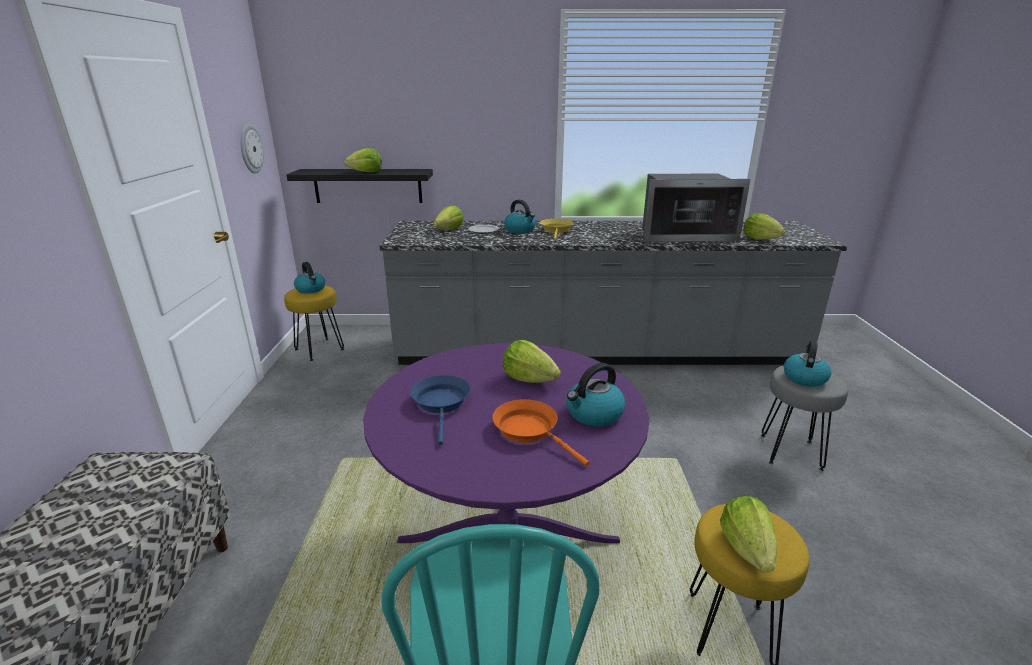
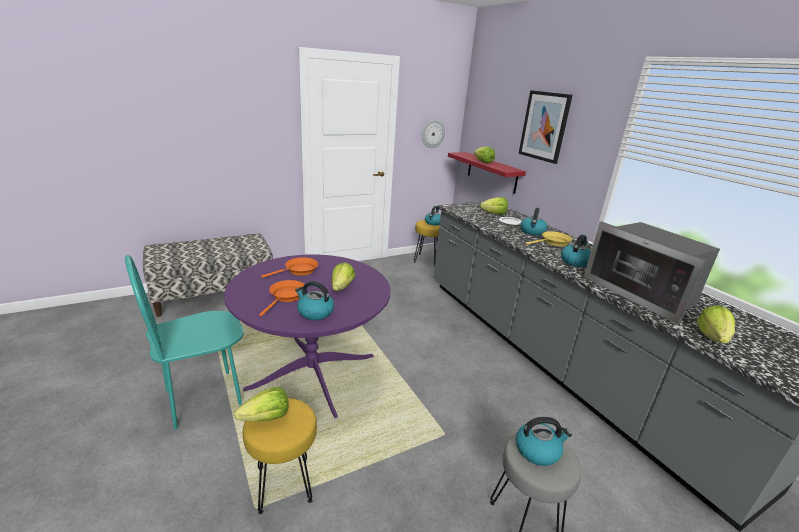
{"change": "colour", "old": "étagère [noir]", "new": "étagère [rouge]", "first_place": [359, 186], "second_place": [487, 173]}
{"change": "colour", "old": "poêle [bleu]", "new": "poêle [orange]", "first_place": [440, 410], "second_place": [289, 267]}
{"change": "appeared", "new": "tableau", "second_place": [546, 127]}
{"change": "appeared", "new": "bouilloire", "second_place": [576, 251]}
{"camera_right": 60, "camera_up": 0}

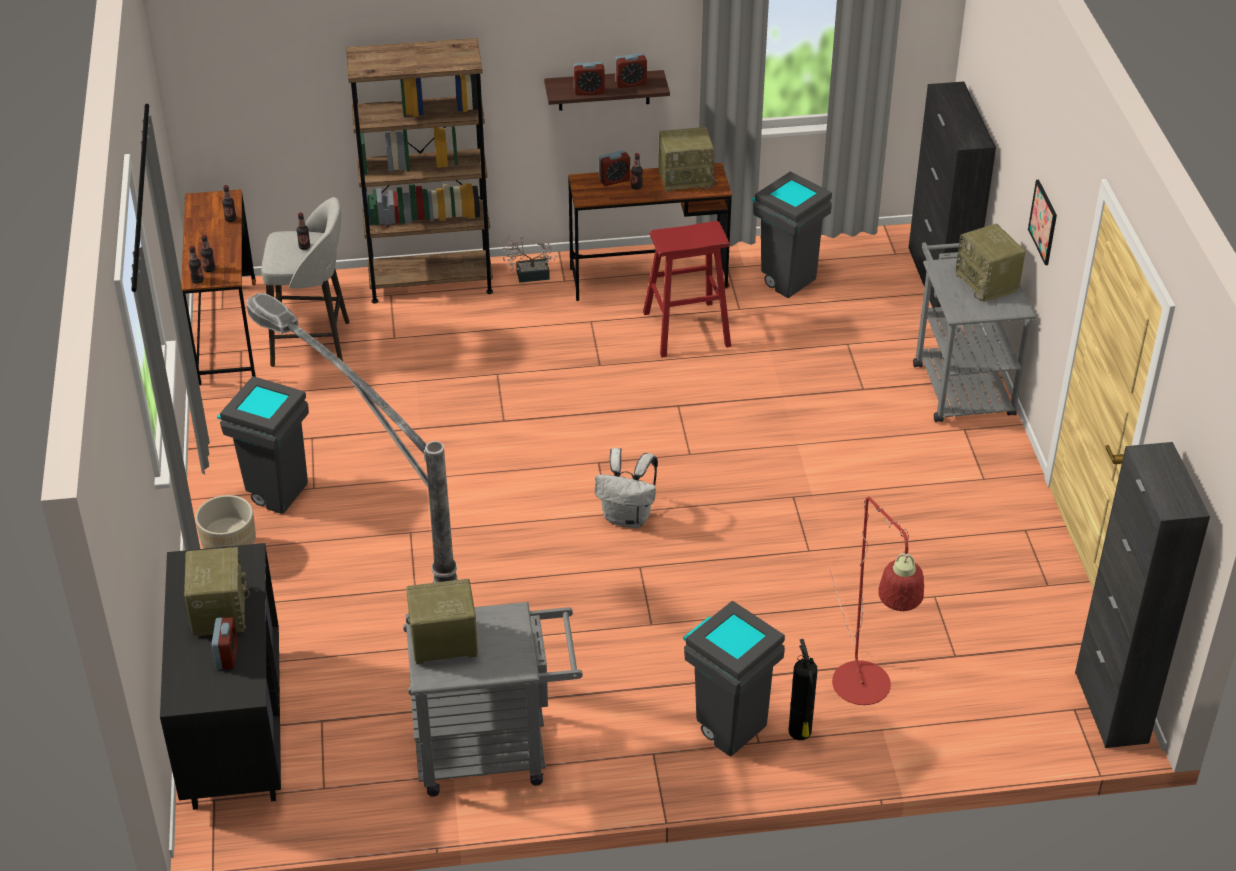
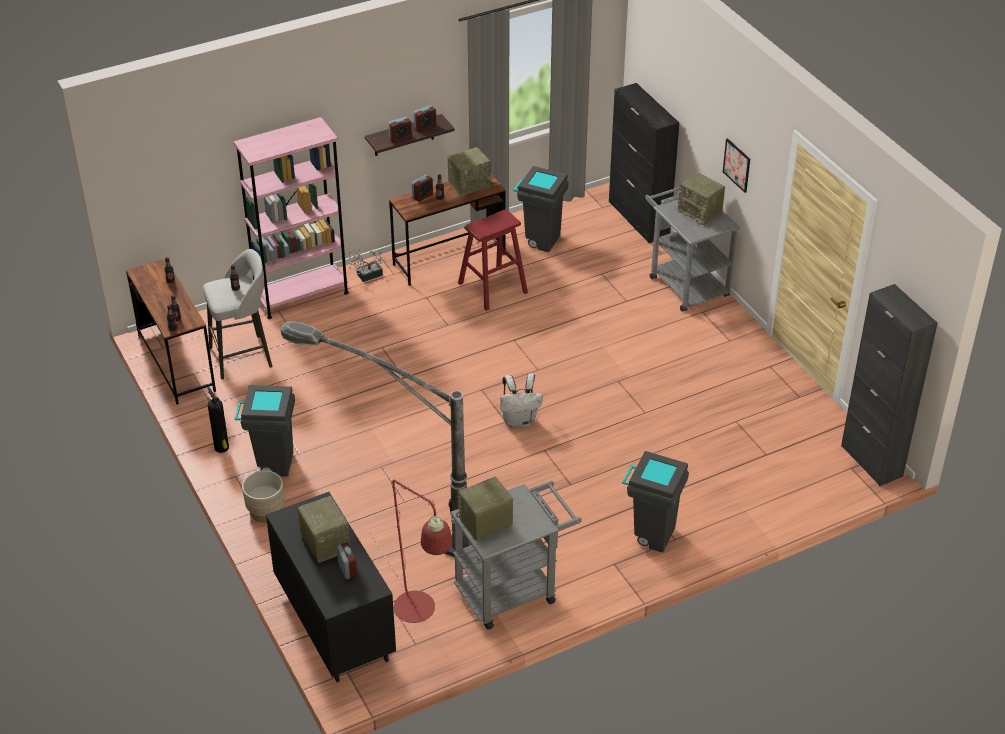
{"change": "colour", "old": "bibliothèque [marron]", "new": "bibliothèque [rose]", "first_place": [419, 171], "second_place": [291, 218]}
{"change": "relocated", "old": "extincteur", "first_place": [803, 689], "second_place": [218, 420]}
{"change": "relocated", "old": "lampadaire [rouge]", "first_place": [876, 600], "second_place": [410, 551]}
{"camera_right": -20, "camera_up": 0}

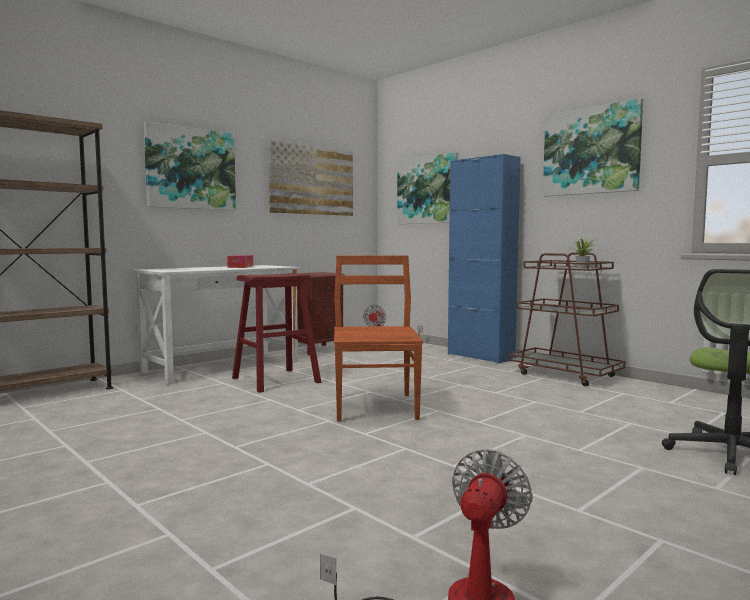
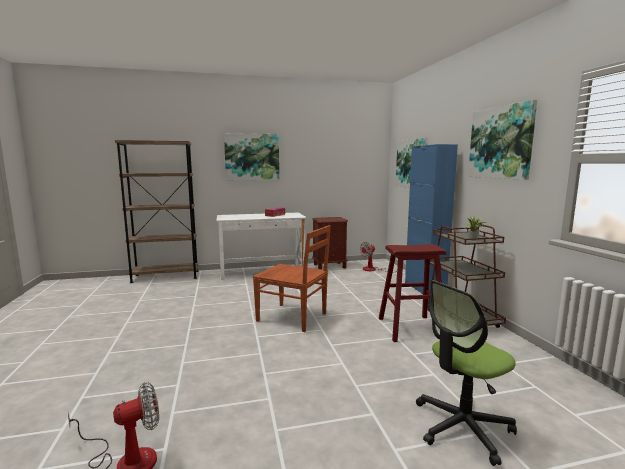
{"change": "relocated", "old": "tabouret [rouge]", "first_place": [276, 333], "second_place": [413, 293]}
{"change": "missing", "old": "tableau", "first_place": [310, 178]}
{"change": "spun", "old": "chaise [marron]", "first_place": [378, 338], "second_place": [291, 278], "degrees": 90}
{"camera_right": 30, "camera_up": 5}

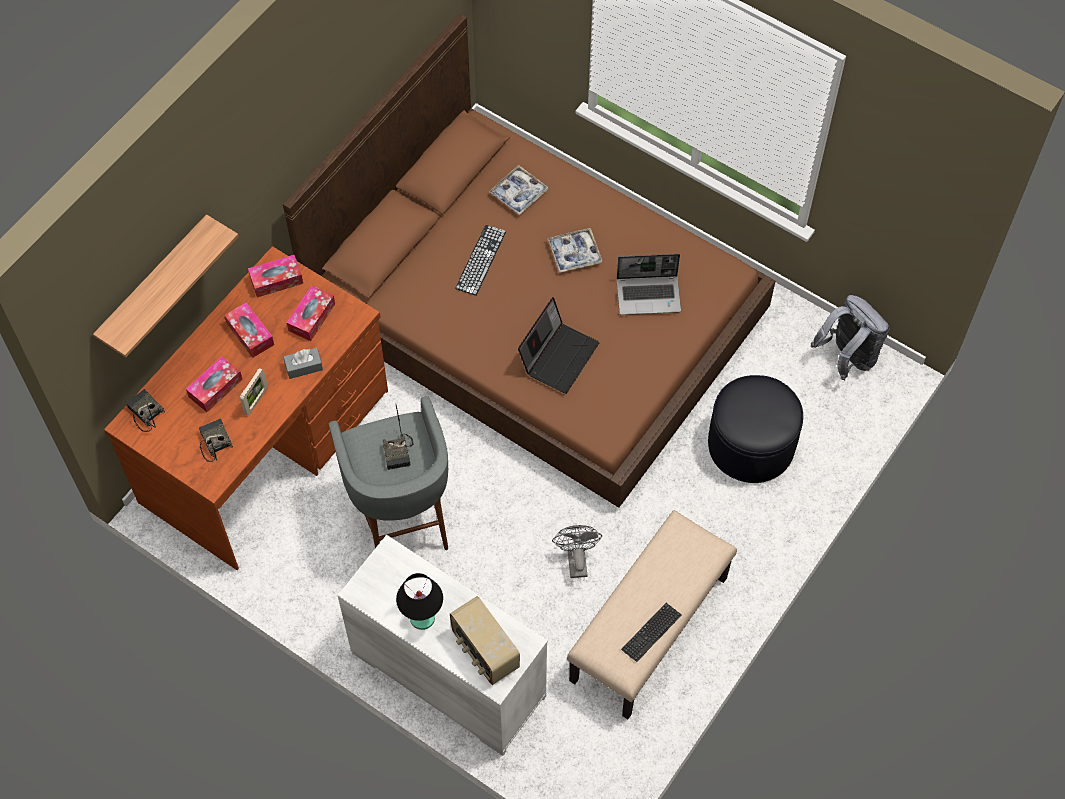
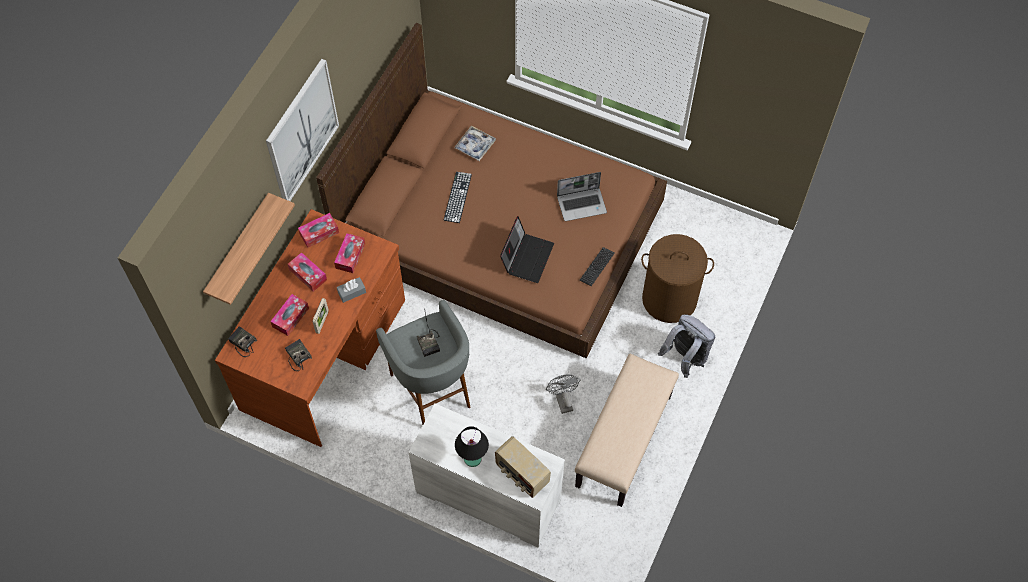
{"change": "missing", "old": "plateau", "first_place": [574, 250]}
{"change": "relocated", "old": "clavier", "first_place": [651, 632], "second_place": [597, 266]}
{"change": "exchanged", "old": "pouf [noir]", "new": "panier à linge [marron]", "first_place": [755, 429], "second_place": [677, 278]}
{"change": "relocated", "old": "sac à dos [gris]", "first_place": [850, 337], "second_place": [686, 346]}
{"change": "appeared", "new": "tableau", "second_place": [302, 130]}
{"camera_right": -10, "camera_up": 0}

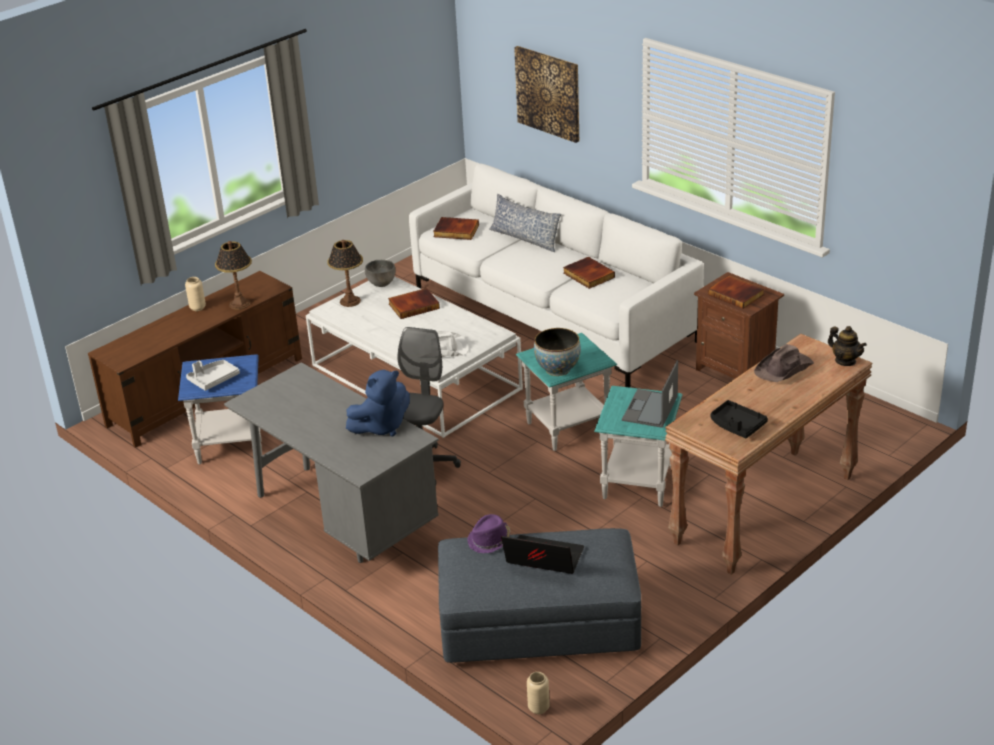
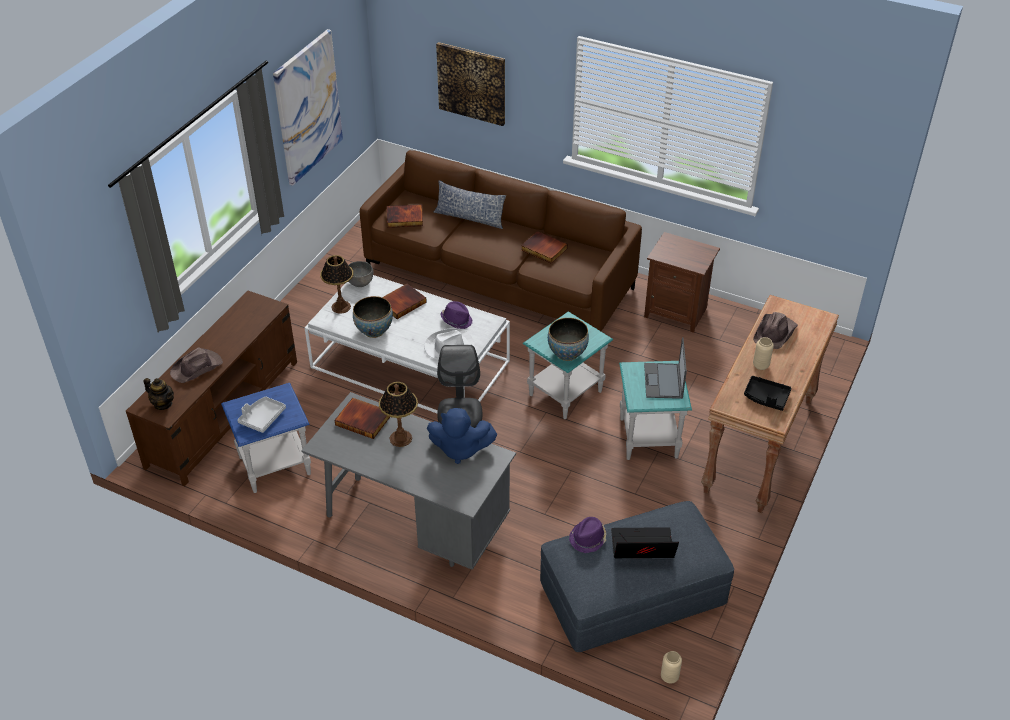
{"change": "relocated", "old": "vase [beige]", "first_place": [195, 294], "second_place": [763, 353]}
{"change": "relocated", "old": "lampe de table", "first_place": [233, 275], "second_place": [398, 414]}
{"change": "spun", "old": "peluche [bleu]", "first_place": [378, 403], "second_place": [462, 436], "degrees": 60}
{"change": "colour", "old": "canapé [blanc]", "new": "canapé [marron]", "first_place": [556, 276], "second_place": [501, 240]}
{"change": "relocated", "old": "livre", "first_place": [736, 292], "second_place": [362, 418]}
{"change": "relocated", "old": "théière", "first_place": [847, 346], "second_place": [159, 394]}
{"change": "appeared", "new": "chapeau [marron]", "second_place": [196, 365]}
{"change": "appeared", "new": "tableau", "second_place": [308, 107]}
{"change": "appeared", "new": "bol", "second_place": [373, 317]}
{"change": "appeared", "new": "chapeau [violet]", "second_place": [456, 315]}
{"camera_right": -20, "camera_up": 10}

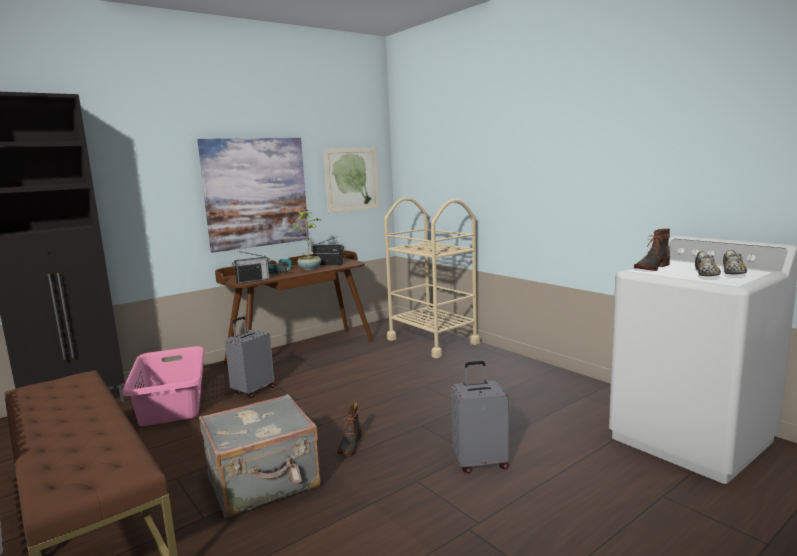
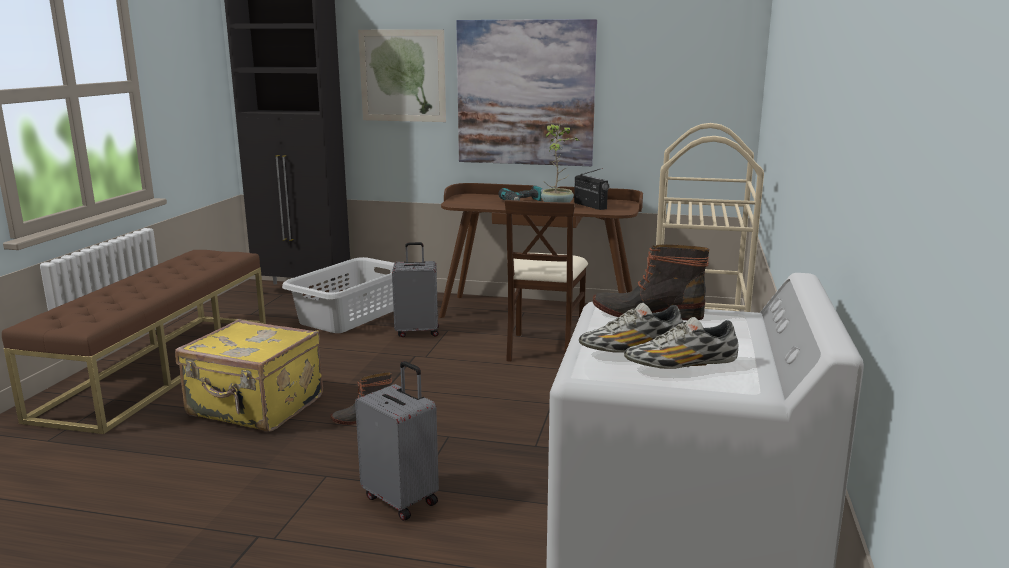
{"change": "colour", "old": "panier à linge [rose]", "new": "panier à linge [gris]", "first_place": [164, 386], "second_place": [338, 295]}
{"change": "colour", "old": "valise [gris]", "new": "valise [jaune]", "first_place": [259, 456], "second_place": [249, 375]}
{"change": "missing", "old": "radio", "first_place": [251, 267]}
{"change": "relocated", "old": "tableau", "first_place": [352, 180], "second_place": [402, 75]}
{"change": "appeared", "new": "chaise [beige]", "second_place": [546, 281]}
{"camera_right": 50, "camera_up": 5}

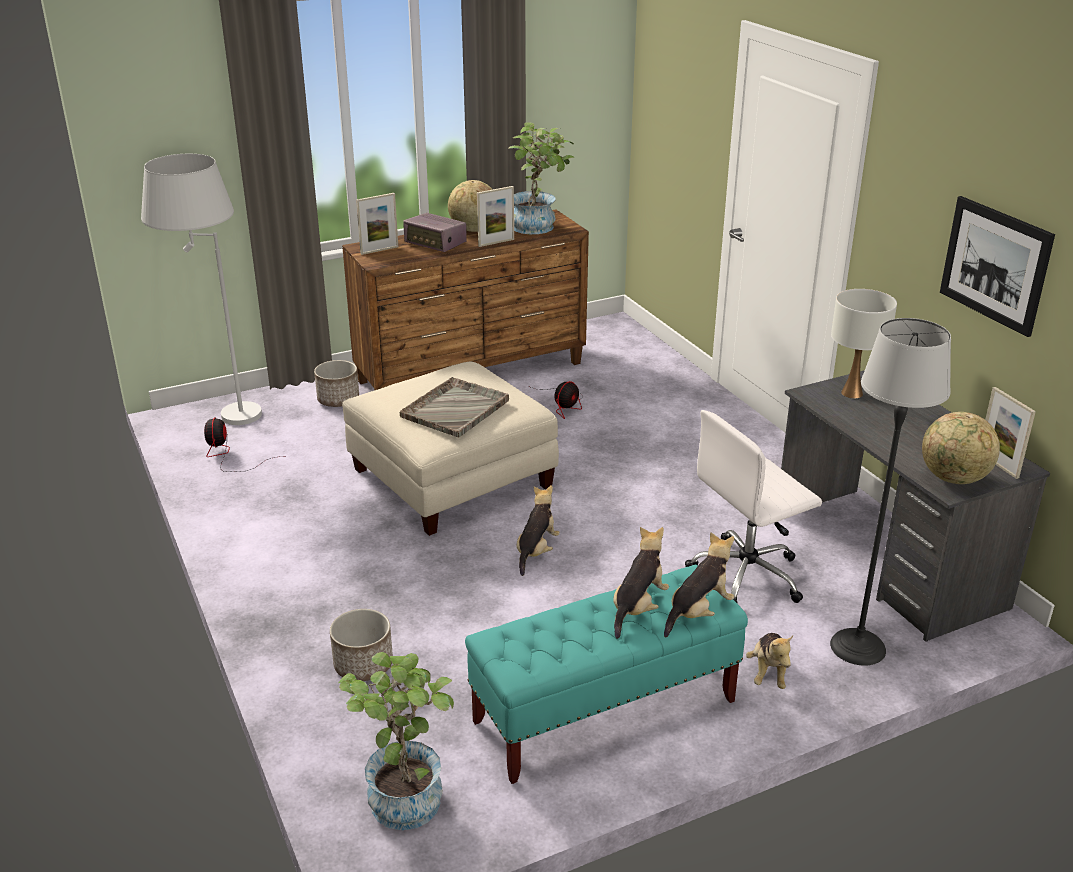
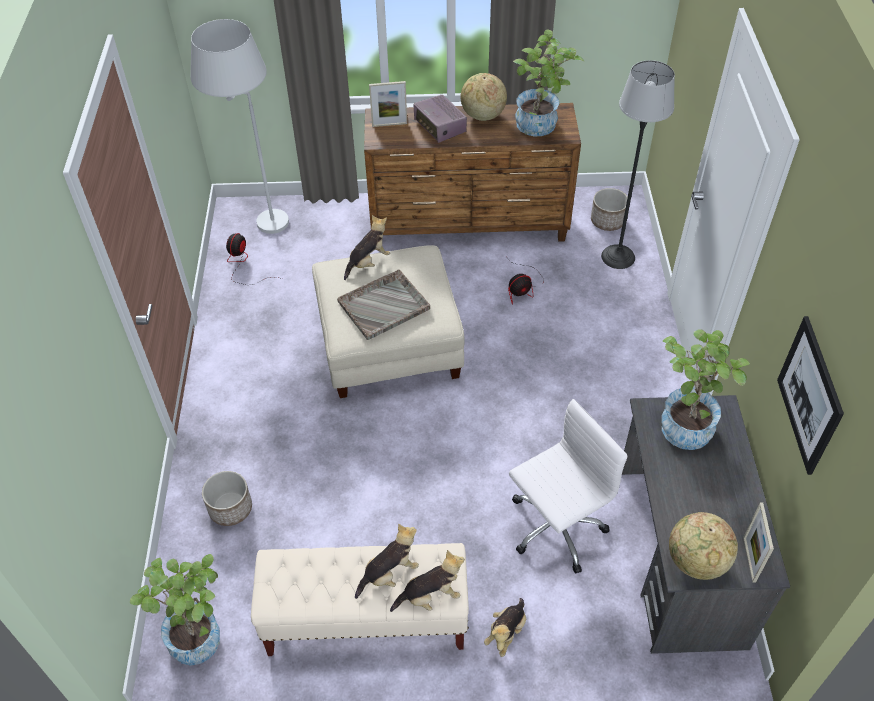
{"change": "relocated", "old": "cache-pot", "first_place": [336, 383], "second_place": [609, 209]}
{"change": "colour", "old": "banc [turquoise]", "new": "banc [beige]", "first_place": [606, 674], "second_place": [360, 599]}
{"change": "missing", "old": "cadre photo", "first_place": [495, 216]}
{"change": "relocated", "old": "peluche", "first_place": [538, 530], "second_place": [367, 247]}
{"change": "spun", "old": "chaise de bureau [blanc]", "first_place": [753, 506], "second_place": [568, 486], "degrees": 150}
{"change": "relocated", "old": "lampadaire", "first_place": [890, 492], "second_place": [638, 164]}
{"change": "exchanged", "old": "lampe de table [blanc]", "new": "plante en pot", "first_place": [864, 344], "second_place": [706, 389]}
{"camera_right": 25, "camera_up": 20}

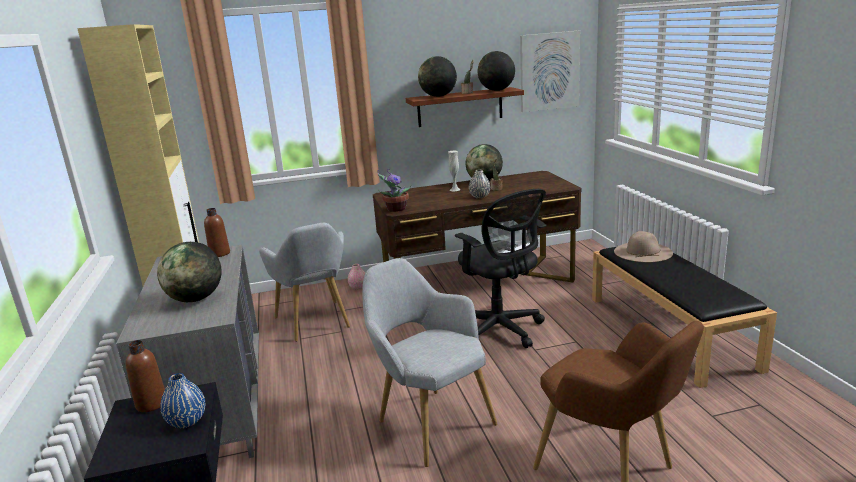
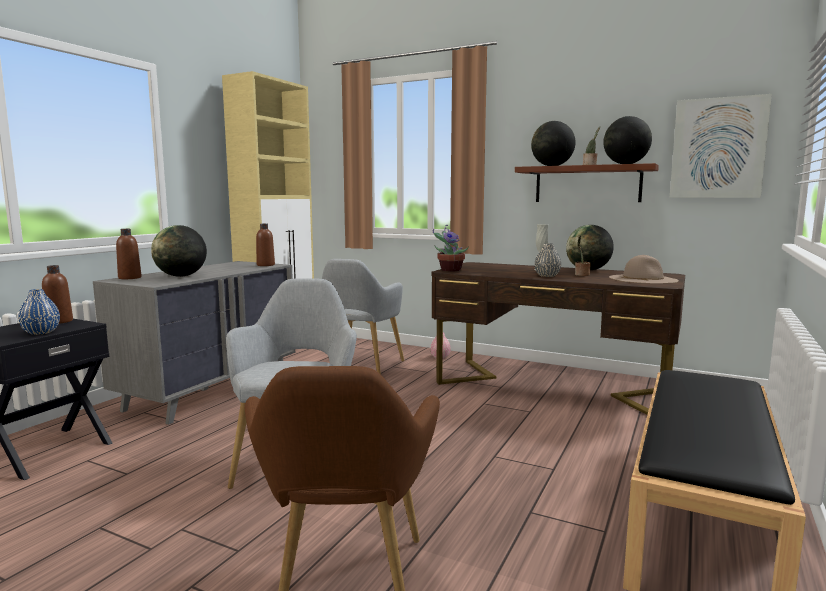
{"change": "missing", "old": "chaise de bureau [noir]", "first_place": [500, 268]}
{"change": "relocated", "old": "chapeau [beige]", "first_place": [643, 246], "second_place": [644, 269]}
{"change": "appeared", "new": "bouteille [marron]", "second_place": [129, 254]}
{"camera_right": 40, "camera_up": -10}

